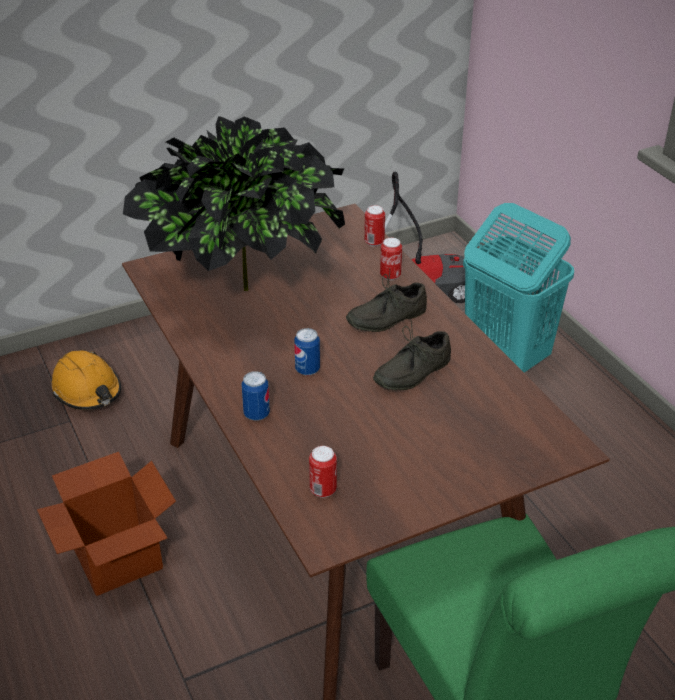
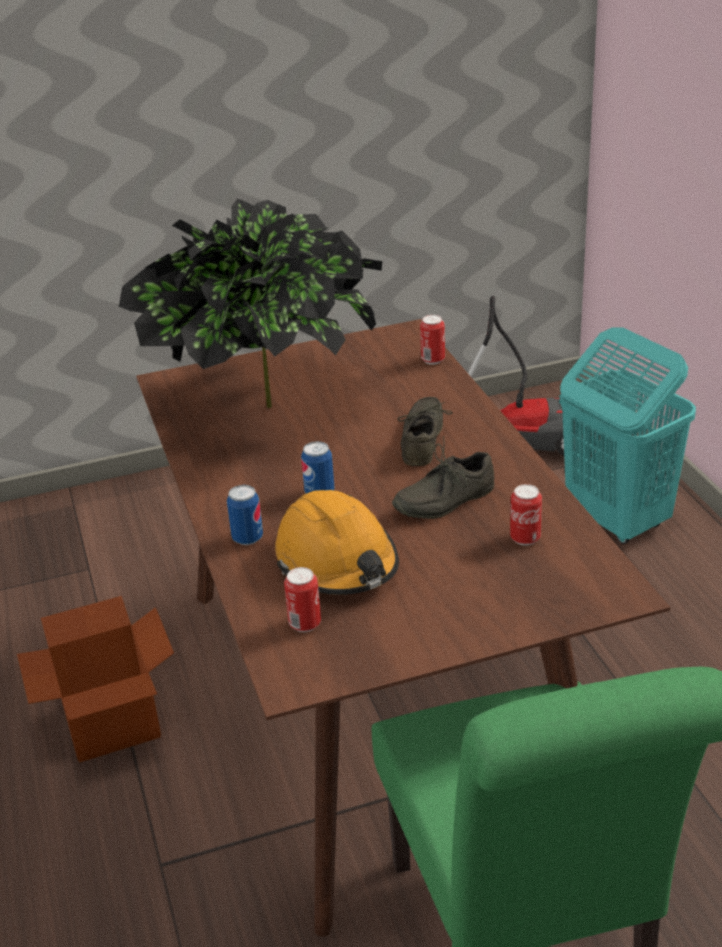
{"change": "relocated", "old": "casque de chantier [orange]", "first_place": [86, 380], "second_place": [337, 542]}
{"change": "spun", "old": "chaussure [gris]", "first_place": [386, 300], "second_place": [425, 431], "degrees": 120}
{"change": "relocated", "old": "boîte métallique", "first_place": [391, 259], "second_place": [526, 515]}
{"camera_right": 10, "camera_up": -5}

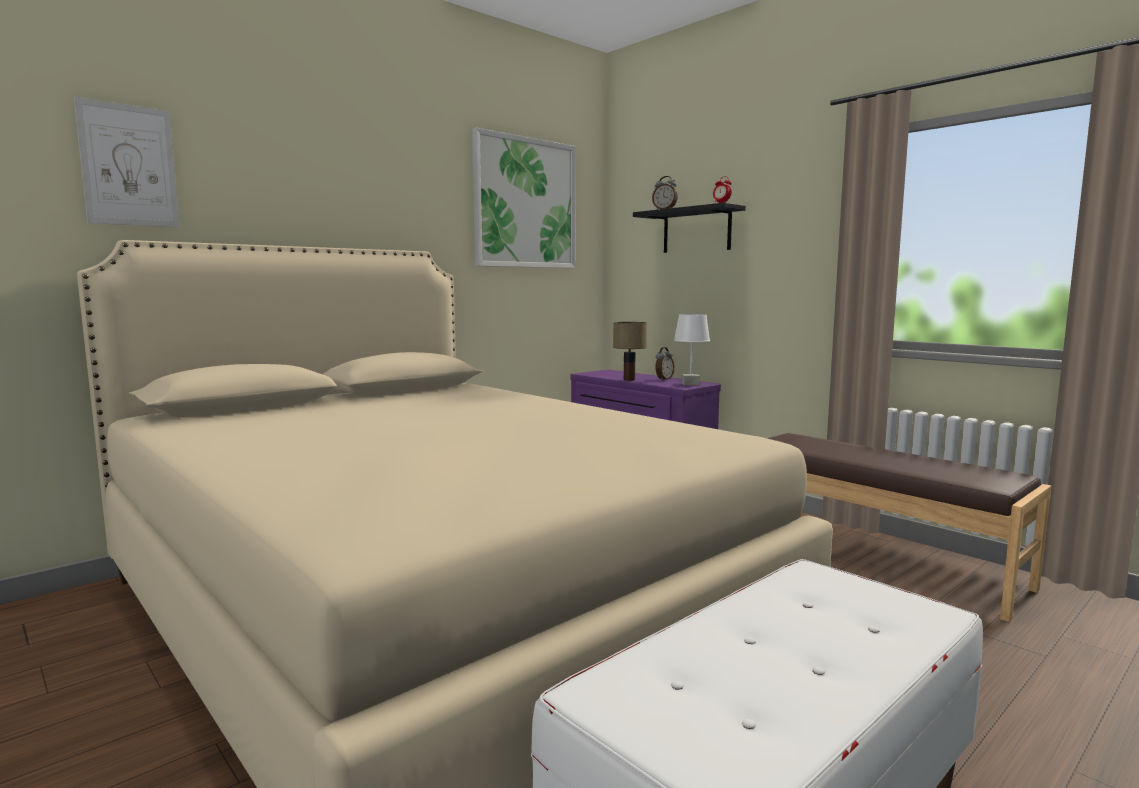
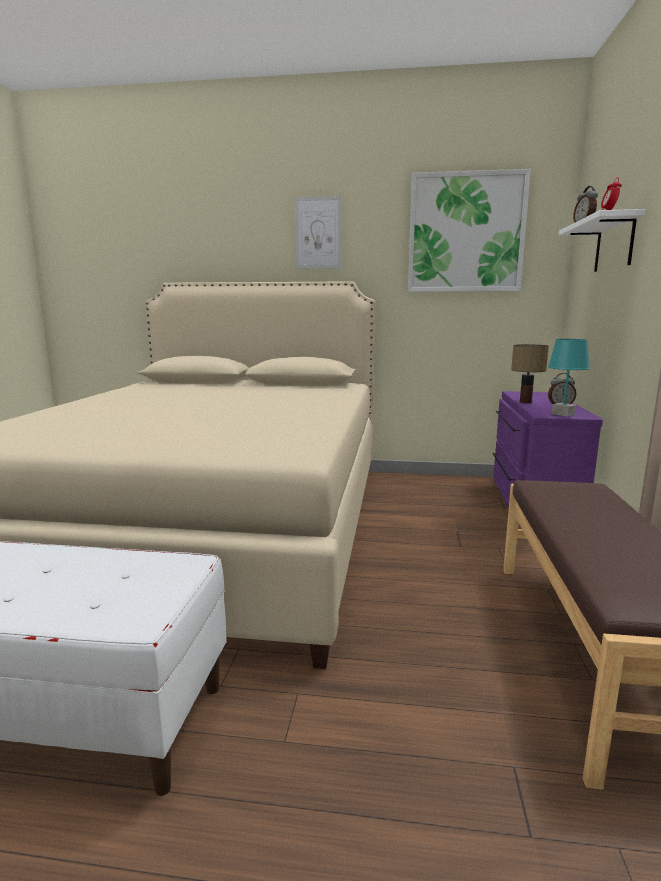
{"change": "relocated", "old": "tableau", "first_place": [126, 162], "second_place": [318, 232]}
{"change": "colour", "old": "étagère [noir]", "new": "étagère [blanc]", "first_place": [689, 228], "second_place": [602, 240]}
{"change": "colour", "old": "lampe de table [blanc]", "new": "lampe de table [turquoise]", "first_place": [692, 350], "second_place": [569, 378]}
{"camera_right": 50, "camera_up": 5}

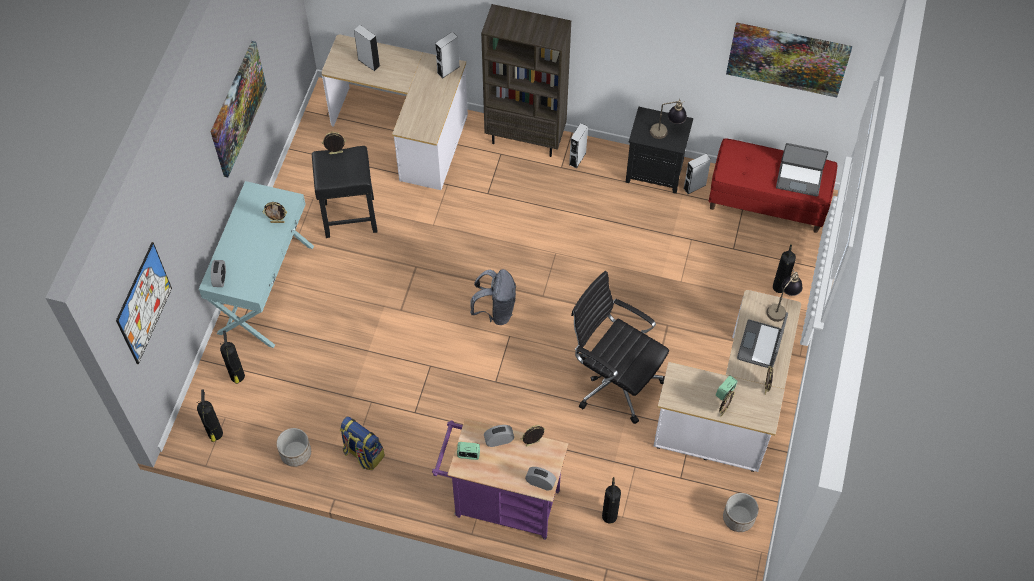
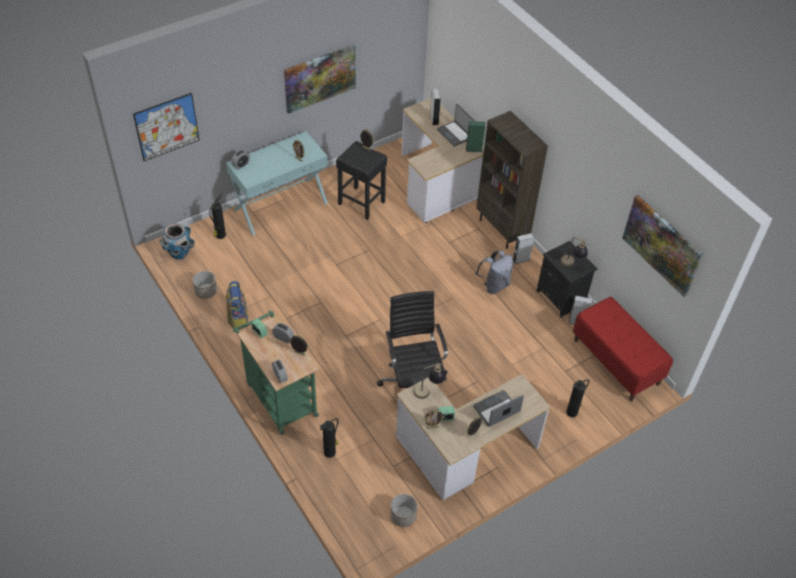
{"change": "exchanged", "old": "extincteur", "new": "cache-pot", "first_place": [210, 415], "second_place": [177, 241]}
{"change": "colour", "old": "chariot [violet]", "new": "chariot [vert]", "first_place": [500, 479], "second_place": [276, 372]}
{"change": "colour", "old": "enceinte [gris]", "new": "enceinte [vert]", "first_place": [447, 55], "second_place": [475, 136]}
{"change": "relocated", "old": "sac à dos [gris]", "first_place": [493, 297], "second_place": [494, 272]}
{"change": "relocated", "old": "lampe de table", "first_place": [784, 295], "second_place": [430, 381]}
{"change": "relocated", "old": "ordinateur portable", "first_place": [802, 170], "second_place": [456, 125]}
{"camera_right": 40, "camera_up": -10}

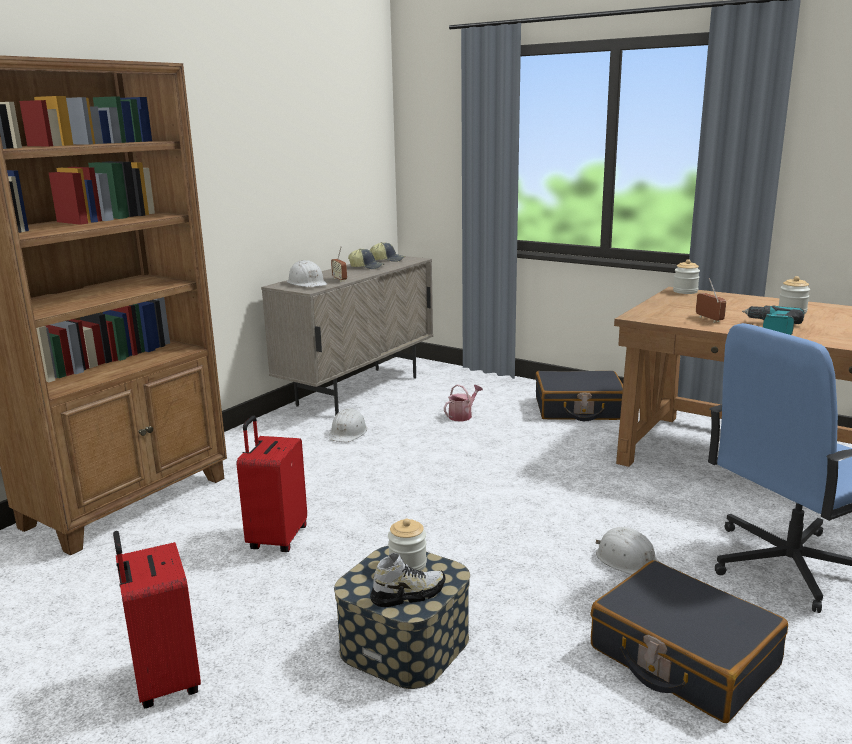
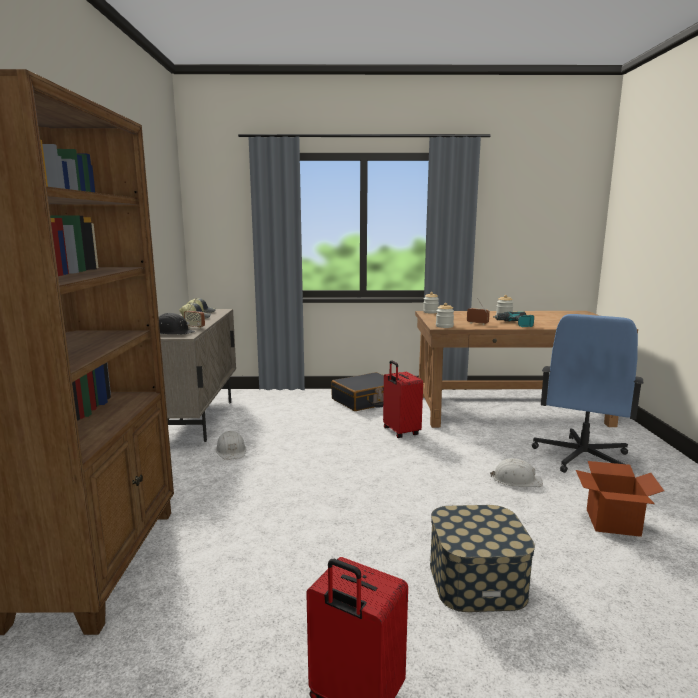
{"change": "relocated", "old": "valise [rouge]", "first_place": [272, 484], "second_place": [403, 399]}
{"change": "colour", "old": "casque de chantier [blanc]", "new": "casque de chantier [noir]", "first_place": [307, 273], "second_place": [177, 324]}
{"change": "missing", "old": "chaussure", "first_place": [408, 580]}
{"change": "relocated", "old": "bocal", "first_place": [407, 545], "second_place": [445, 315]}
{"change": "missing", "old": "arrosoir", "first_place": [463, 402]}
{"change": "exchanged", "old": "valise [noir]", "new": "carton", "first_place": [689, 641], "second_place": [620, 499]}
{"camera_right": -35, "camera_up": -5}

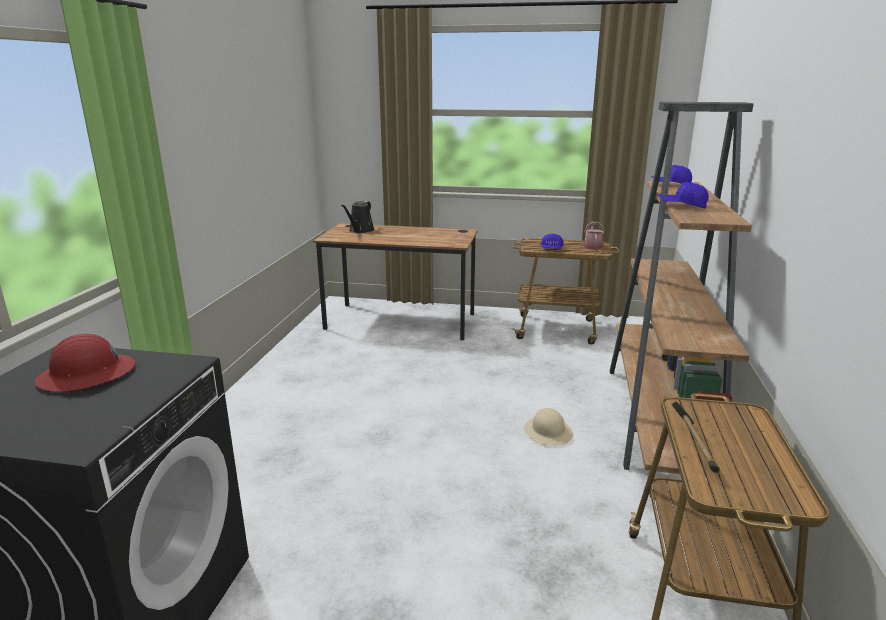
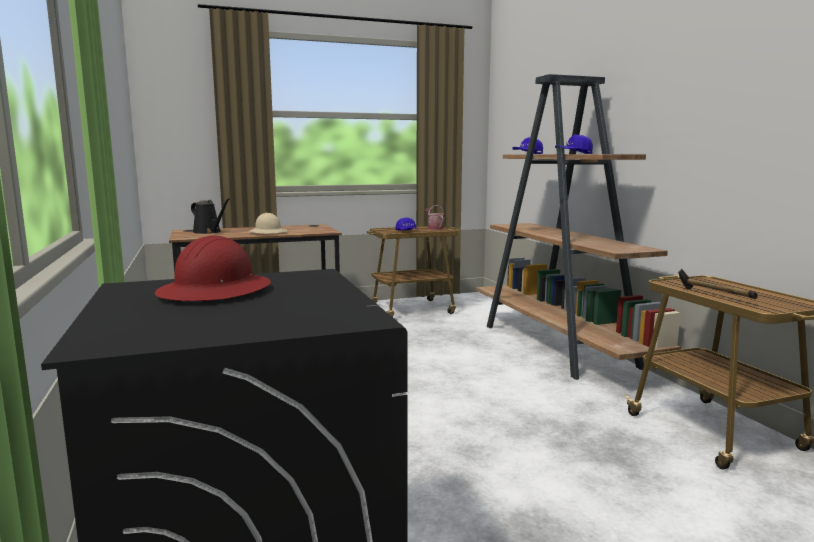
{"change": "spun", "old": "arrosoir [noir]", "first_place": [358, 217], "second_place": [210, 216], "degrees": -45}
{"change": "relocated", "old": "casque de chantier [beige]", "first_place": [548, 427], "second_place": [268, 223]}
{"camera_right": -30, "camera_up": -10}

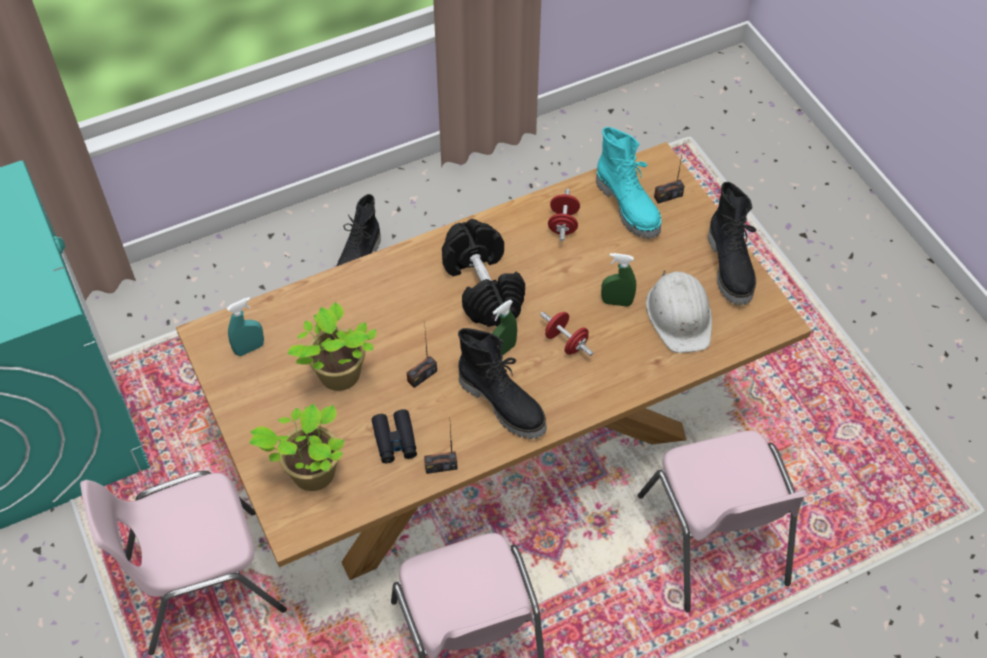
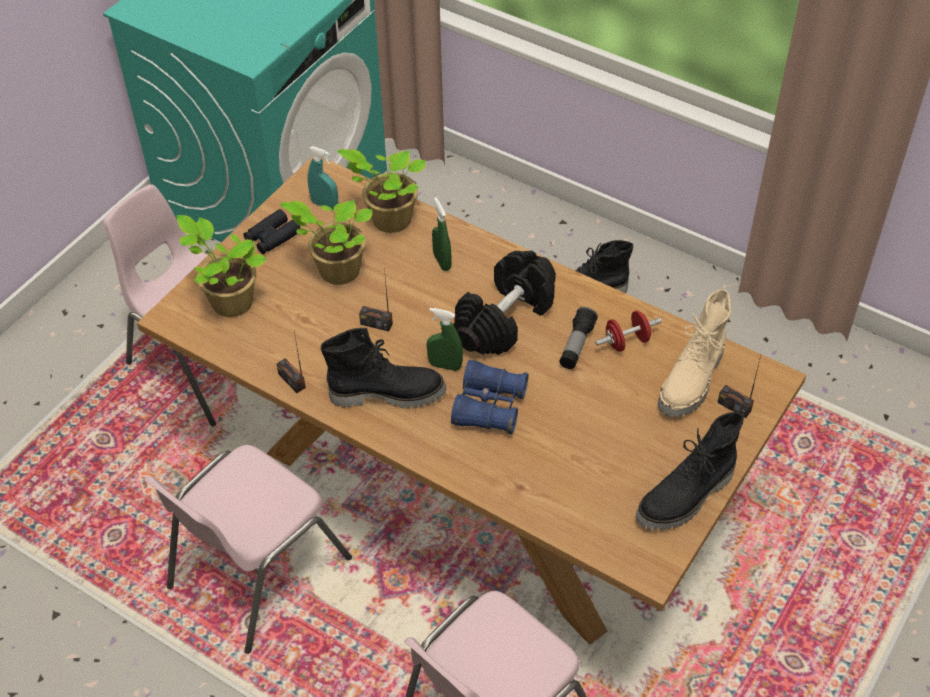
{"change": "relocated", "old": "jumelles [noir]", "first_place": [394, 436], "second_place": [272, 231]}
{"change": "spun", "old": "botte [noir]", "first_place": [502, 383], "second_place": [384, 368], "degrees": -105}
{"change": "exchanged", "old": "haltère [rouge]", "new": "jumelles [bleu]", "first_place": [566, 334], "second_place": [490, 397]}
{"change": "colour", "old": "botte [turquoise]", "new": "botte [beige]", "first_place": [628, 183], "second_place": [694, 353]}
{"change": "relocated", "old": "vaporisateur [vert]", "first_place": [618, 280], "second_place": [442, 234]}
{"change": "missing", "old": "casque de chantier [blanc]", "first_place": [679, 311]}
{"change": "appeared", "new": "plante en pot", "second_place": [381, 191]}
{"change": "appeared", "new": "lampe de poche", "second_place": [578, 338]}
{"camera_right": 60, "camera_up": -5}

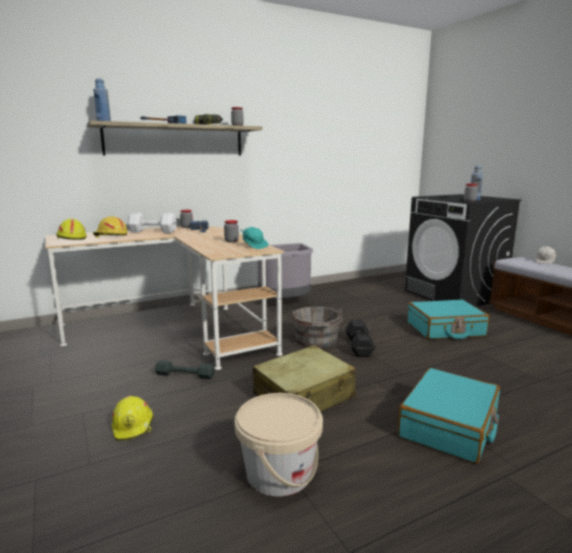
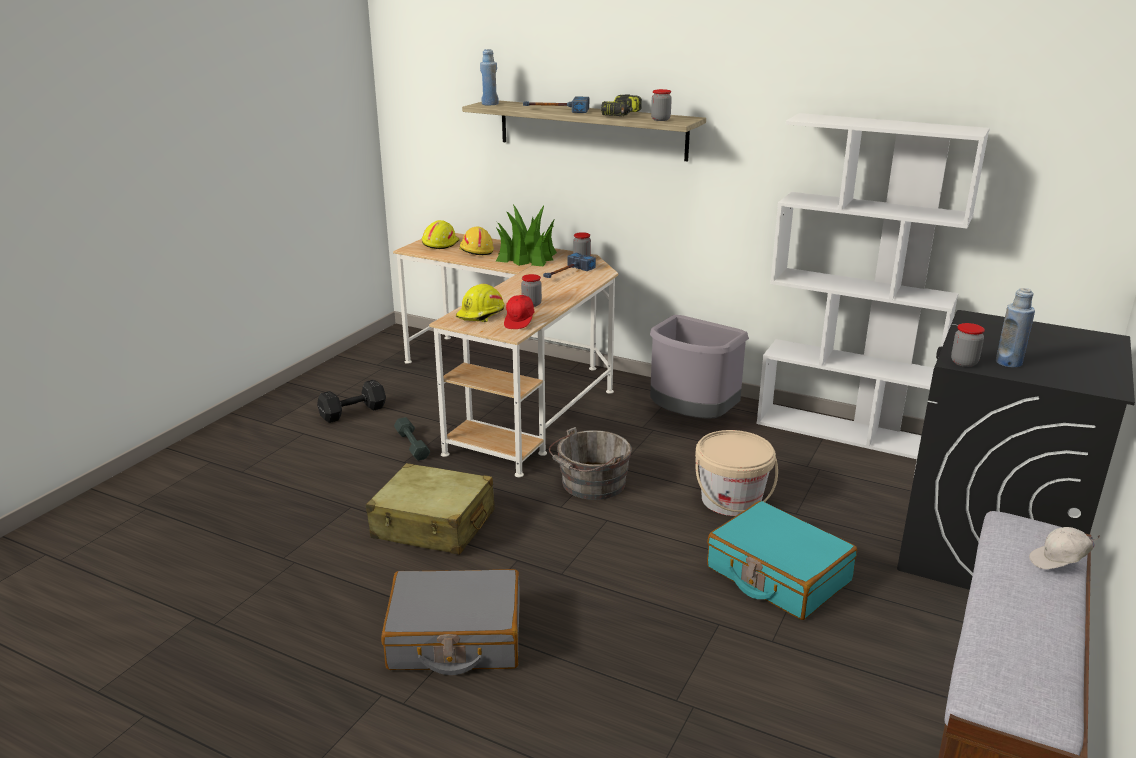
{"change": "relocated", "old": "casque de chantier [jaune]", "first_place": [132, 418], "second_place": [480, 303]}
{"change": "exchanged", "old": "haltère [blanc]", "new": "plante en pot", "first_place": [152, 223], "second_place": [526, 235]}
{"change": "relocated", "old": "seau [beige]", "first_place": [278, 445], "second_place": [736, 473]}
{"change": "colour", "old": "casquette [turquoise]", "new": "casquette [rouge]", "first_place": [255, 238], "second_place": [519, 312]}
{"change": "relocated", "old": "haltère [noir]", "first_place": [360, 338], "second_place": [351, 401]}
{"change": "colour", "old": "valise [turquoise]", "new": "valise [gris]", "first_place": [449, 416], "second_place": [451, 622]}
{"change": "appeared", "new": "bibliothèque [blanc]", "second_place": [873, 286]}
{"camera_right": 55, "camera_up": 10}

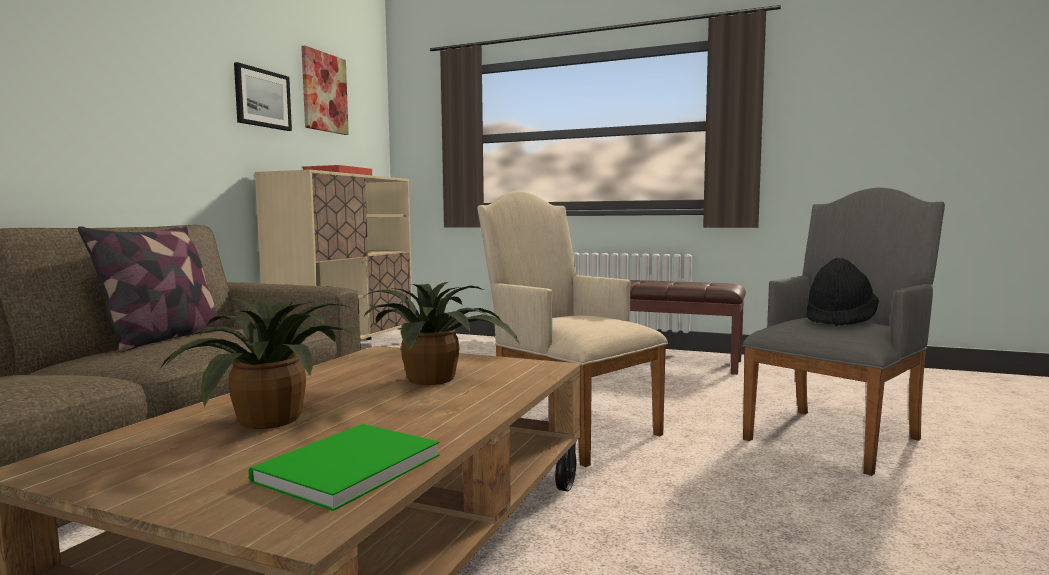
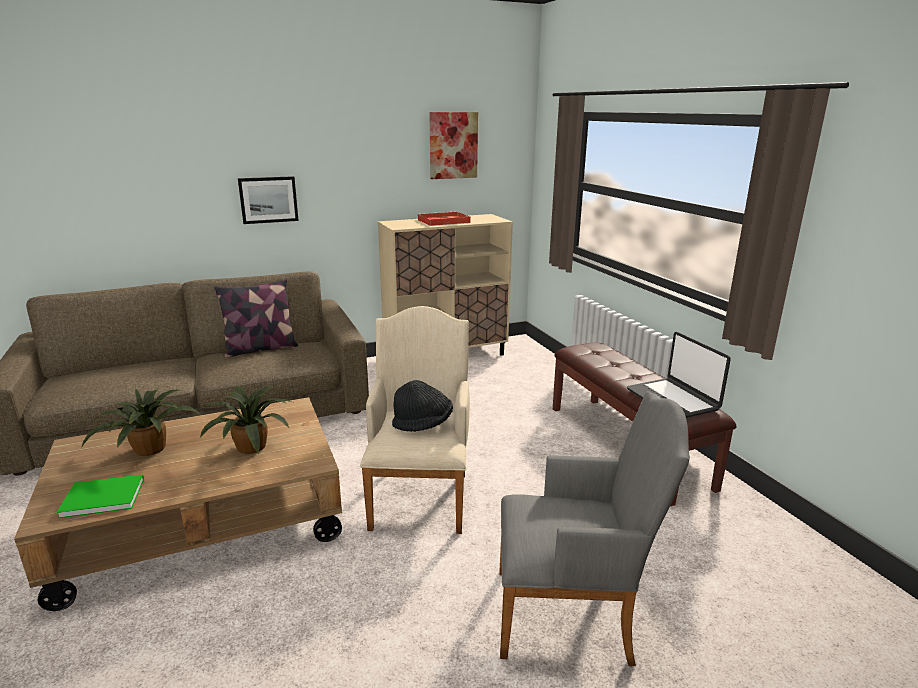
{"change": "relocated", "old": "tableau", "first_place": [263, 96], "second_place": [268, 200]}
{"change": "relocated", "old": "chapeau [noir]", "first_place": [842, 292], "second_place": [422, 406]}
{"change": "appeared", "new": "ordinateur portable", "second_place": [679, 375]}
{"camera_right": 45, "camera_up": 15}

